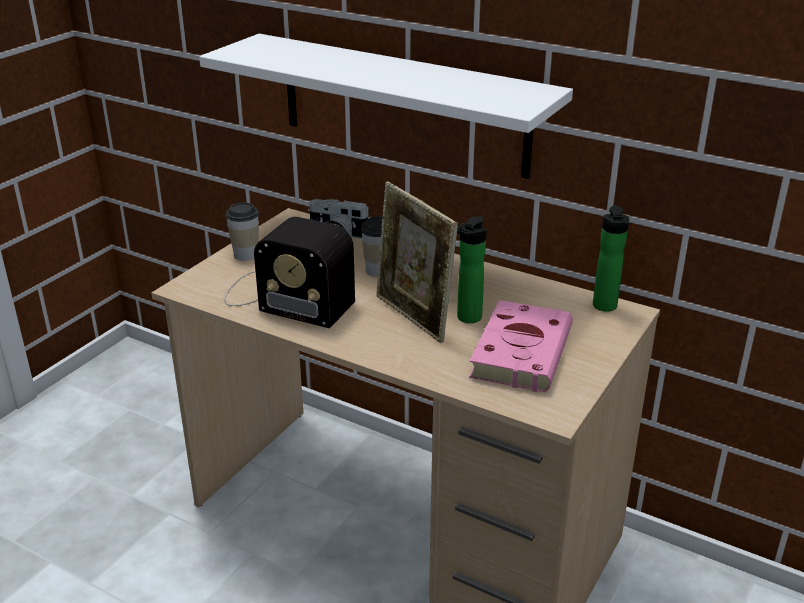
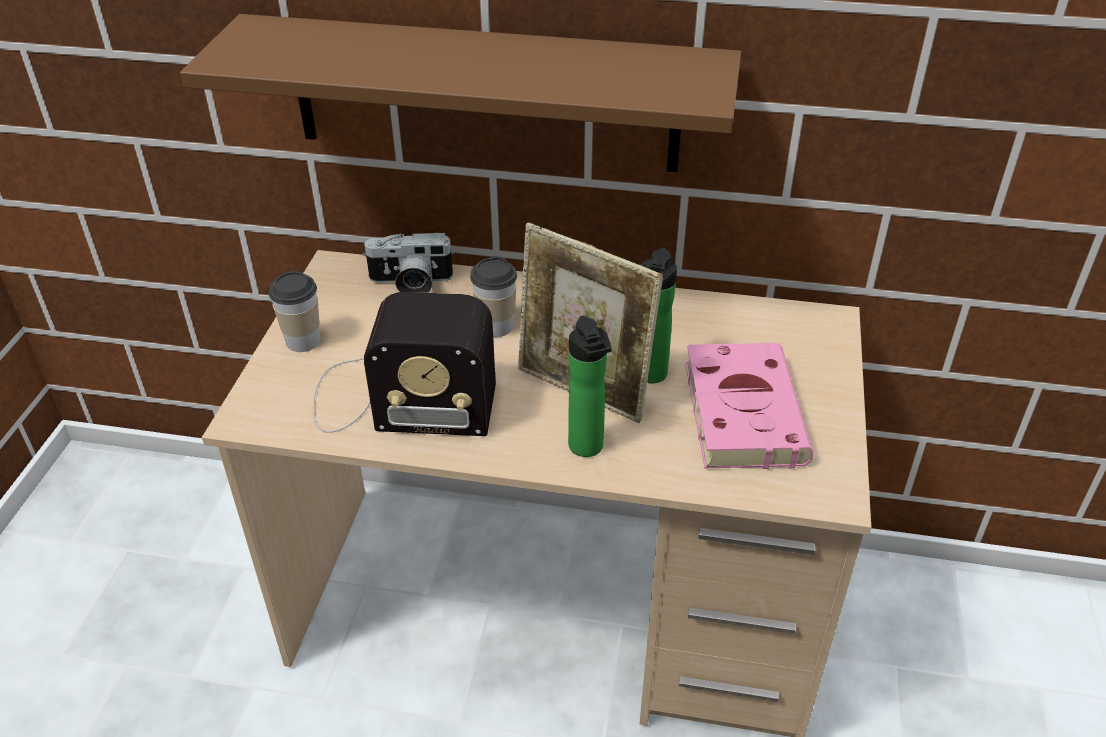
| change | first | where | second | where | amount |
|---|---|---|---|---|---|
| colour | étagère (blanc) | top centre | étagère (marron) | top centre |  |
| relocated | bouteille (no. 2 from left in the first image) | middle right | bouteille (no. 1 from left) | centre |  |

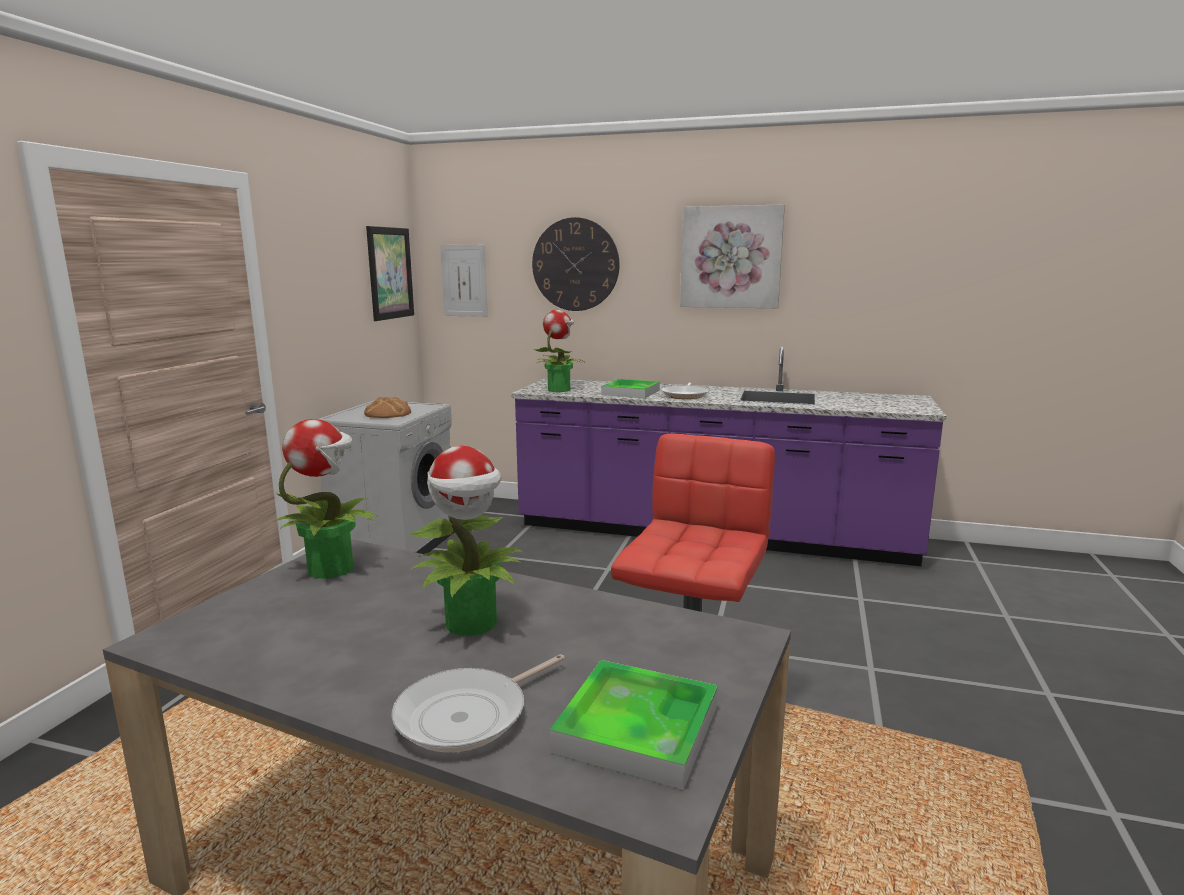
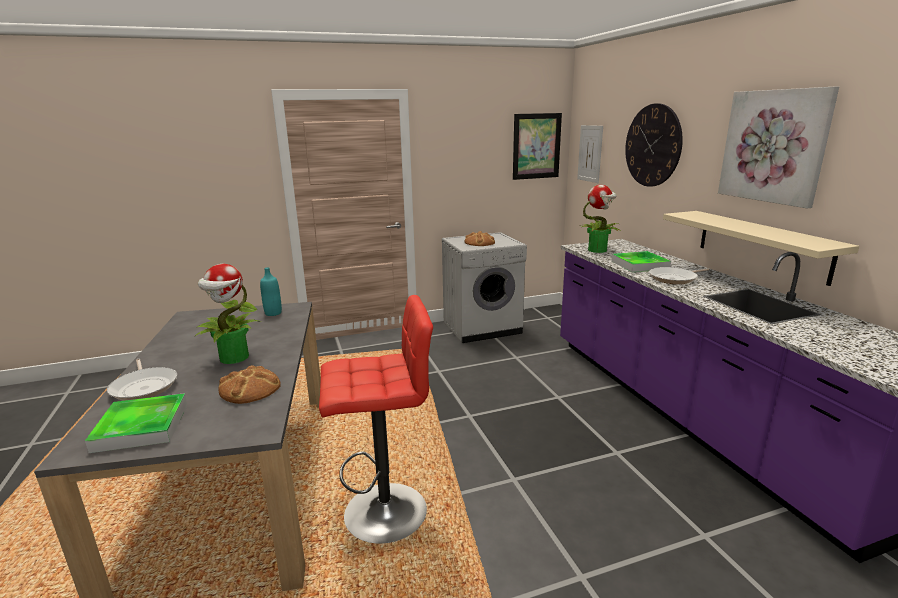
| change | first | where | second | where | amount |
|---|---|---|---|---|---|
| spun | poêle (no. 1 from left) | bottom centre |  | middle left | 135 degrees counterclockwise |
| appeared |  |  | pain (no. 1 from left) | middle left |  |
| exchanged | plante en pot (no. 1 from left) | middle left | bouteille (turquoise) | middle left |  |
| appeared |  |  | étagère (beige) | middle right |  |

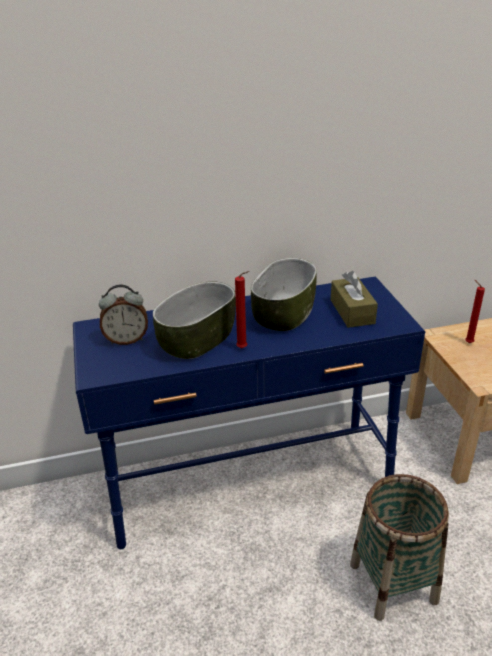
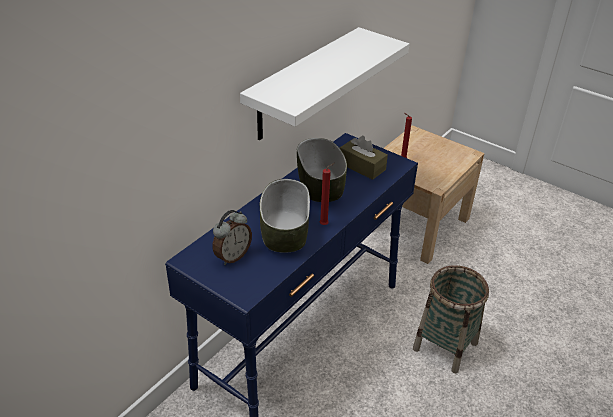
| change | first | where | second | where | amount |
|---|---|---|---|---|---|
| appeared |  |  | étagère (blanc) | top centre |  |

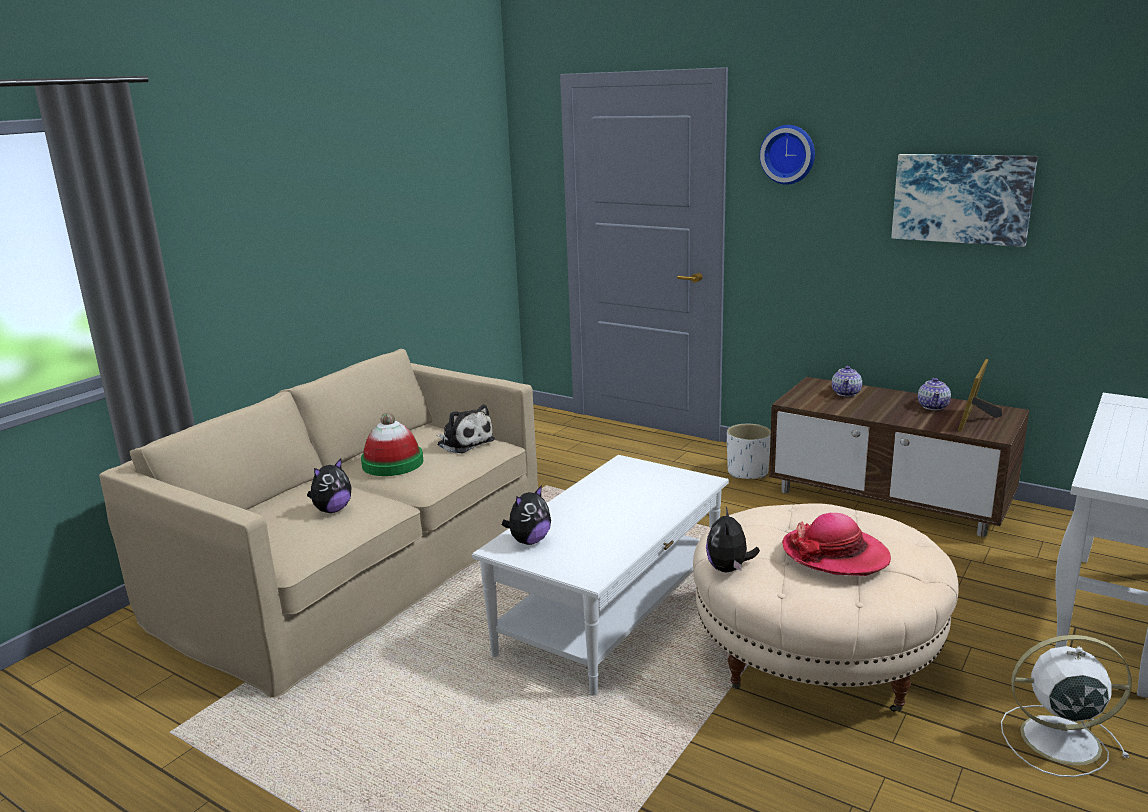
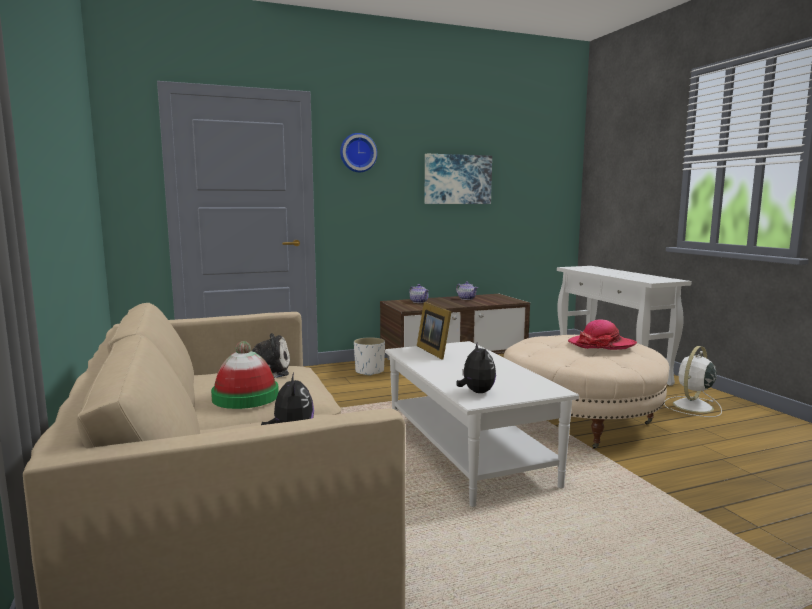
| change | first | where | second | where | amount |
|---|---|---|---|---|---|
| relocated | cadre photo | middle right |  | centre |  |
| missing | peluche (no. 4 from left) | centre |  |  |  |

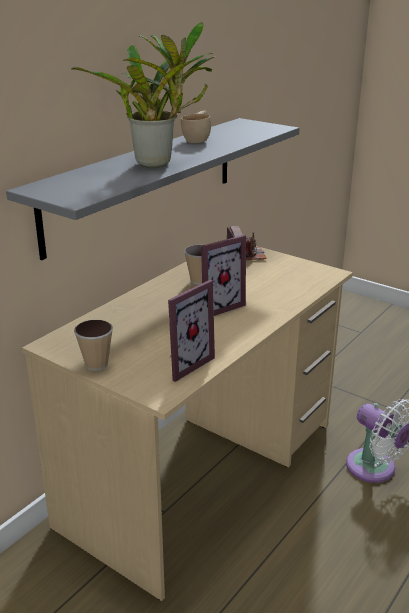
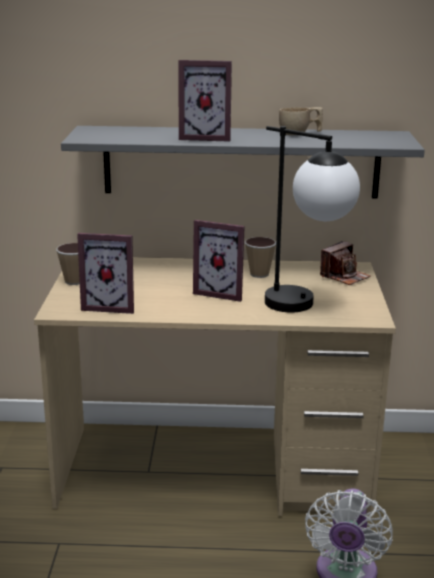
| change | first | where | second | where | amount |
|---|---|---|---|---|---|
| exchanged | plante en pot | top centre | cadre photo (no. 2 from left) | top centre |  |
| appeared |  |  | lampe de table | middle right |  |

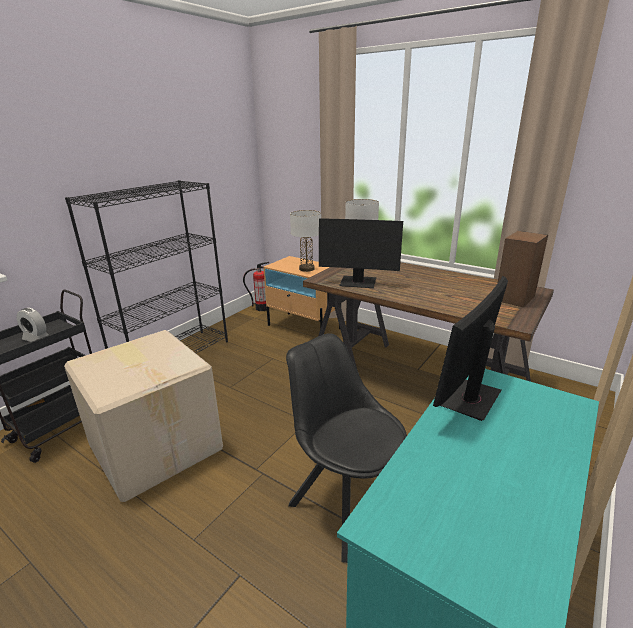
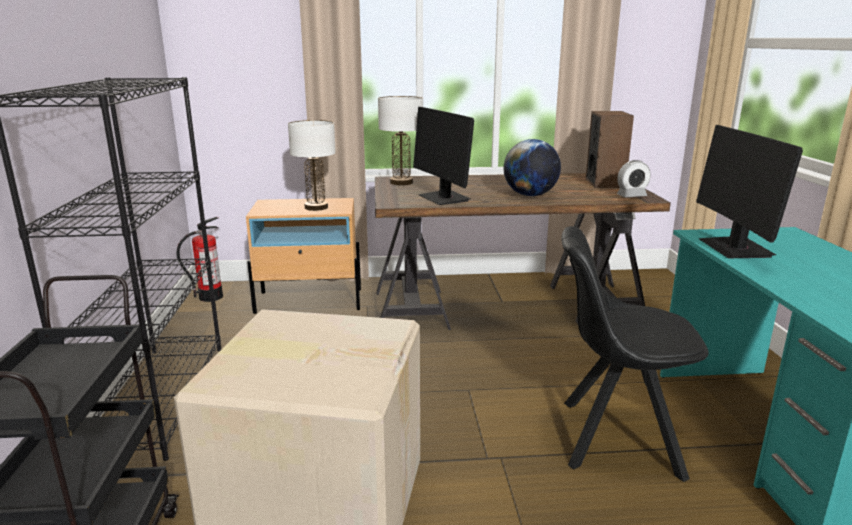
| change | first | where | second | where | amount |
|---|---|---|---|---|---|
| spun | écran d'ordinateur (no. 1 from left) | centre |  | top centre | 90 degrees clockwise |
| appeared |  |  | globe | top centre |  |
| relocated | réveil | middle left |  | middle right |  |

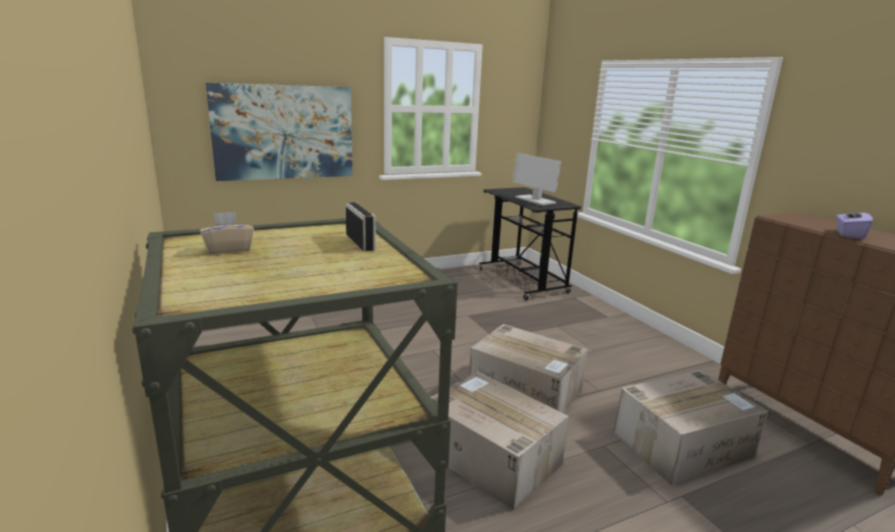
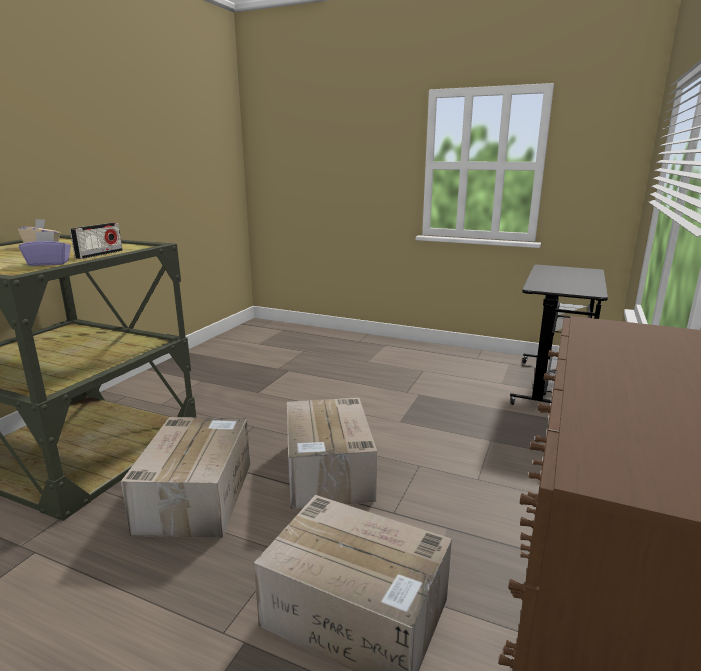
| change | first | where | second | where | amount |
|---|---|---|---|---|---|
| relocated | boîte à mouchoirs (violet) | middle right |  | middle left |  |
| missing | tableau | top left |  |  |  |
| missing | écran d'ordinateur | centre |  |  |  |

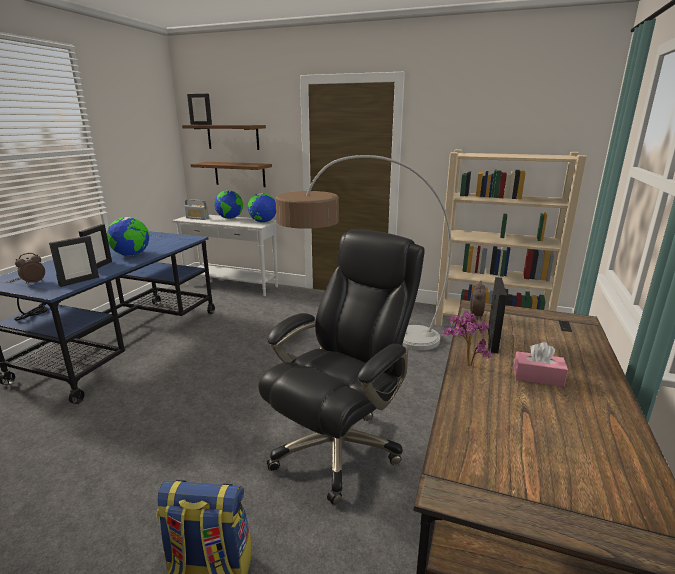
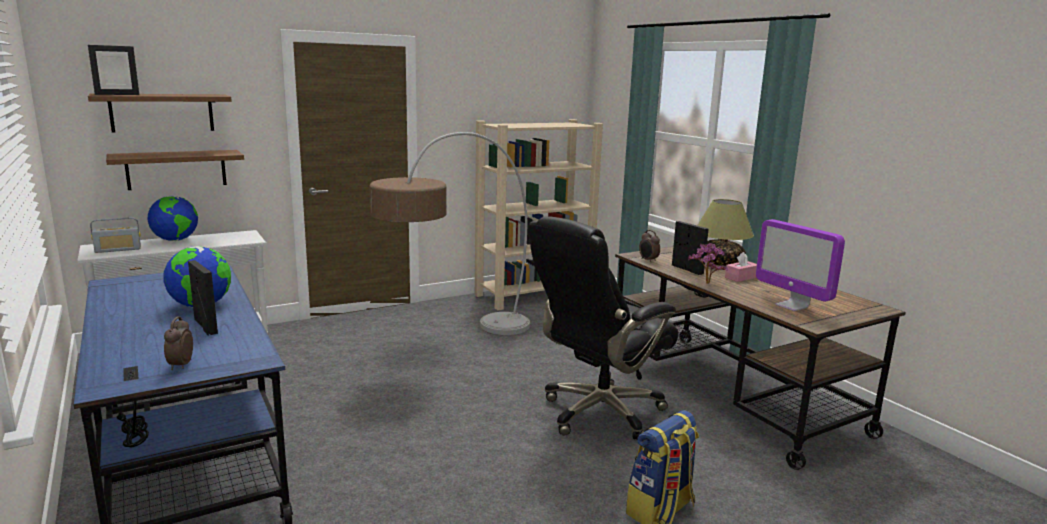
| change | first | where | second | where | amount |
|---|---|---|---|---|---|
| spun | chaise de bureau (noir) | centre |  | centre | 120 degrees counterclockwise |
| appeared |  |  | lampe de table | middle right |  |
| appeared |  |  | écran d'ordinateur | middle right |  |
| missing | cadre photo (no. 1 from left) | middle left |  |  |  |
| missing | globe (no. 3 from left) | centre |  |  |  |

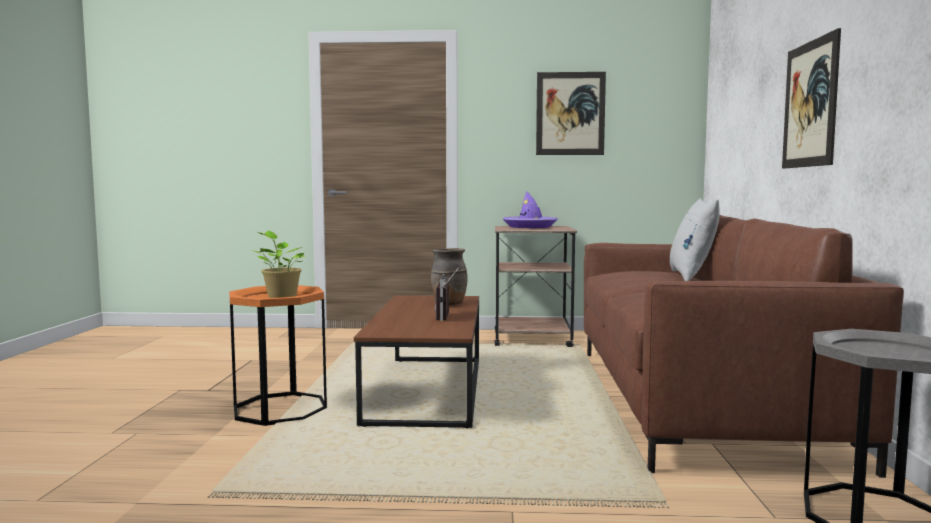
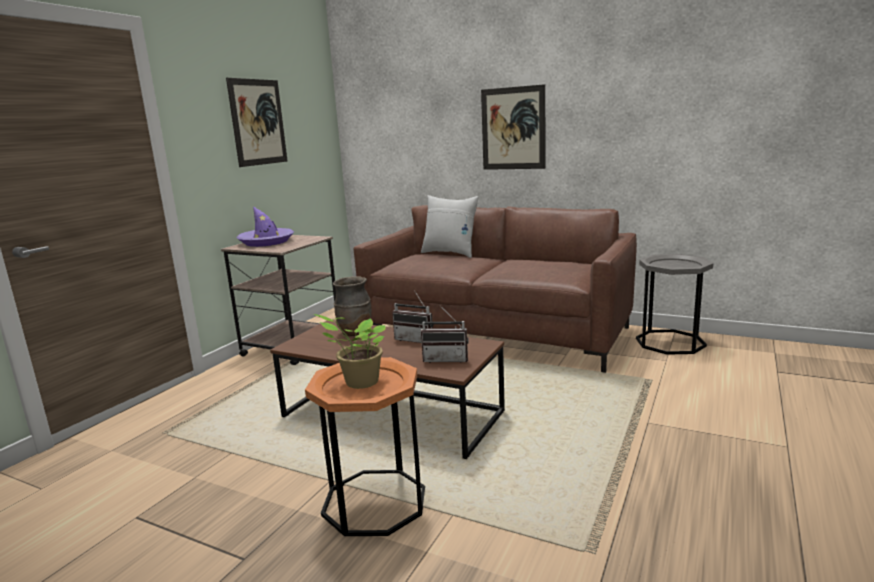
| change | first | where | second | where | amount |
|---|---|---|---|---|---|
| appeared |  |  | radio (no. 2 from left) | centre |  |

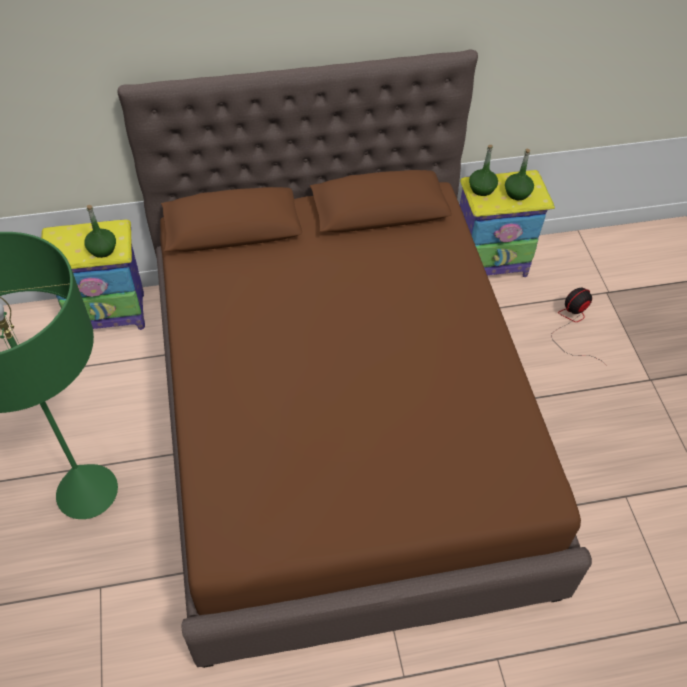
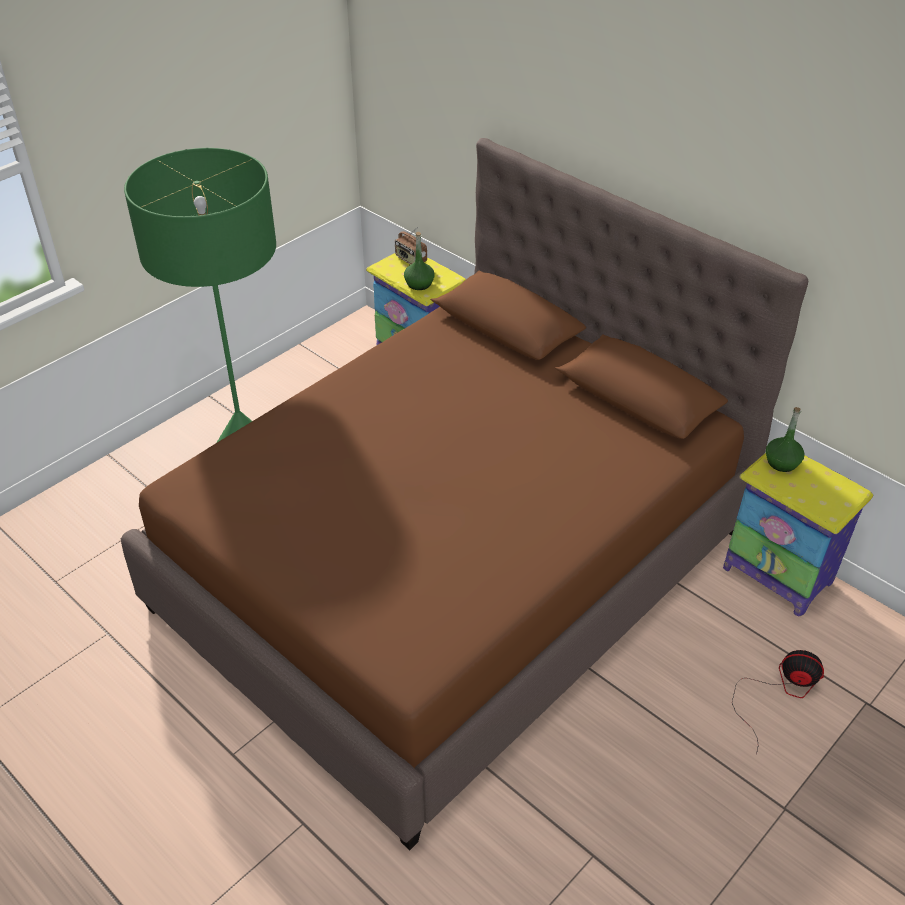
| change | first | where | second | where | amount |
|---|---|---|---|---|---|
| appeared |  |  | radio | top centre |  |
| missing | bouteille (vert) (no. 3 from left) | top right |  |  |  |

